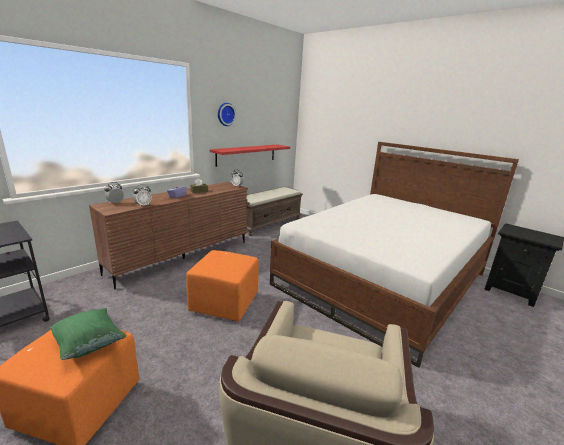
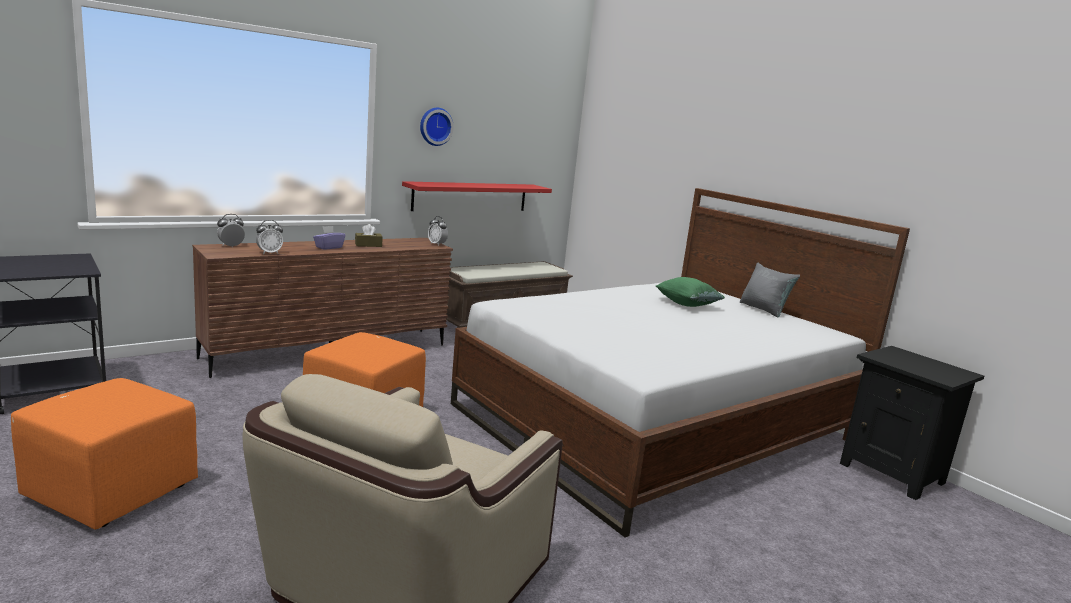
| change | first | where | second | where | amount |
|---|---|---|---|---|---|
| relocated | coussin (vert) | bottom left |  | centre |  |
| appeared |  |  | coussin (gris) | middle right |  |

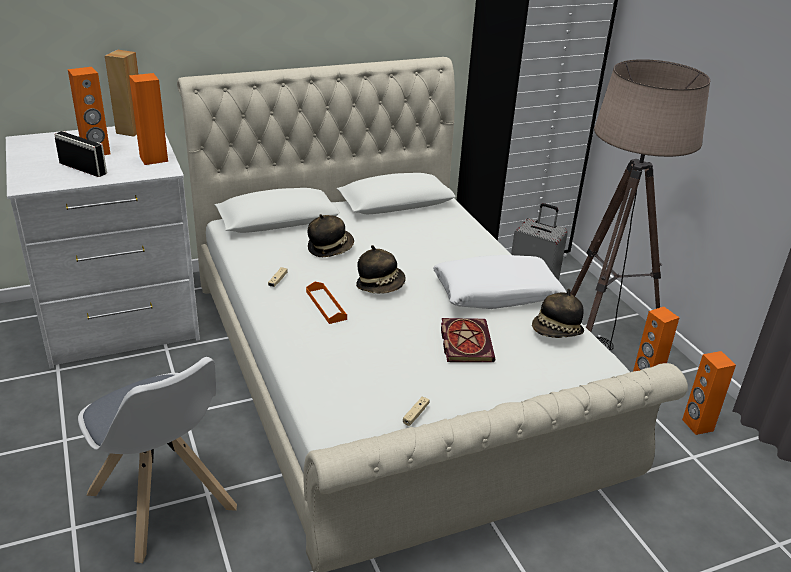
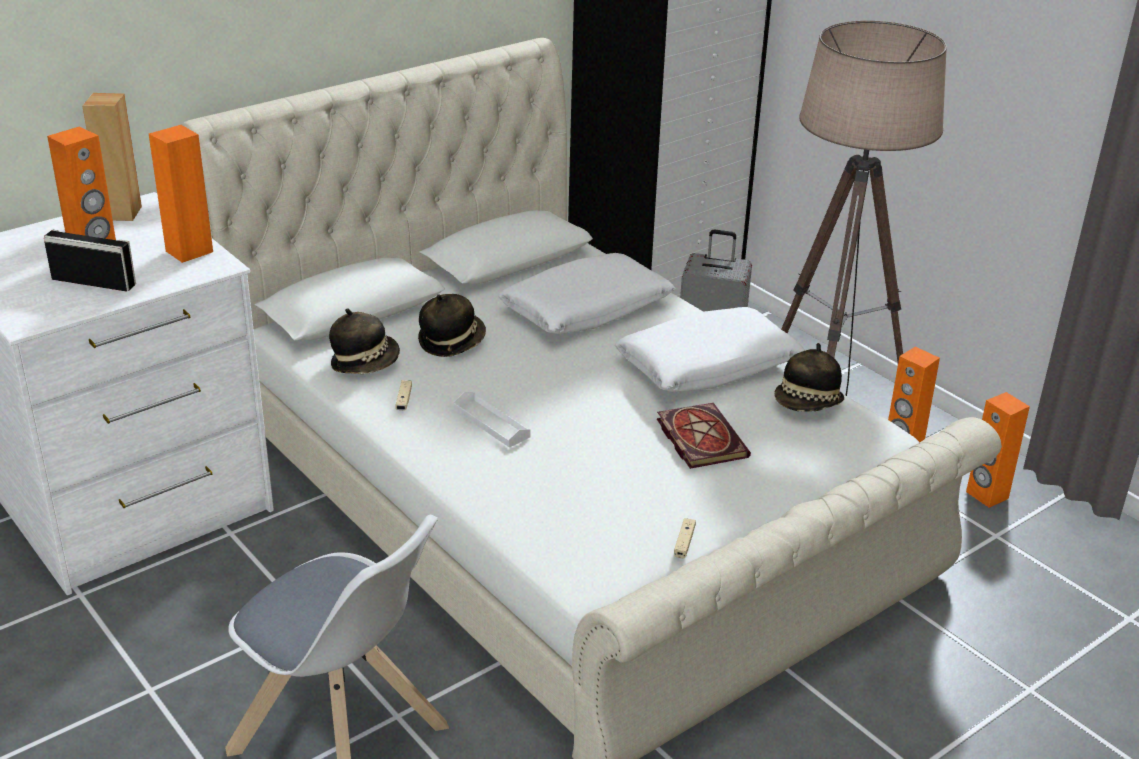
| change | first | where | second | where | amount |
|---|---|---|---|---|---|
| relocated | chapeau (no. 2 from left in the first image) | centre | chapeau (no. 1 from left) | middle left |  |
| colour | plateau (orange) | centre | plateau (blanc) | centre |  |
| appeared |  |  | coussin (blanc) (no. 1 from left) | centre |  |

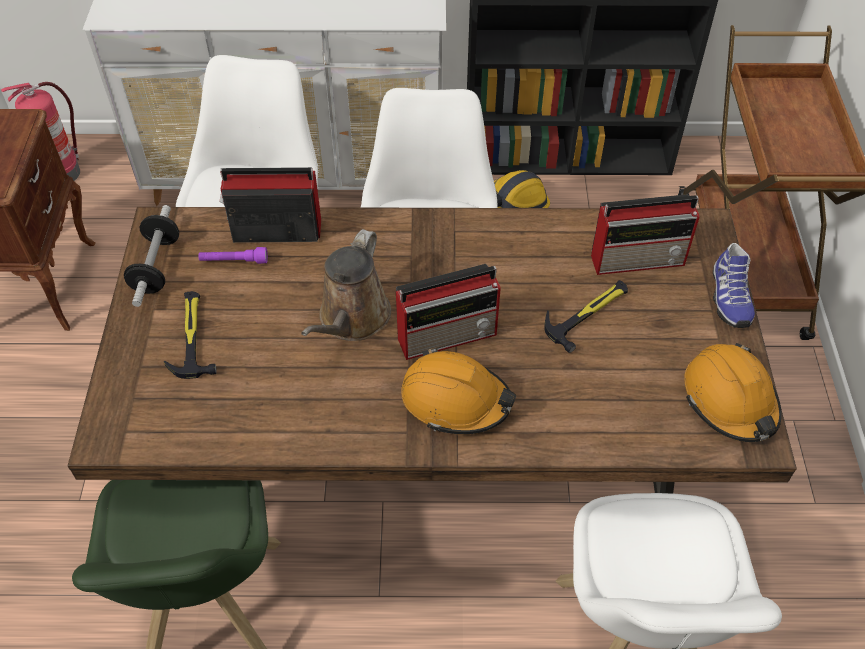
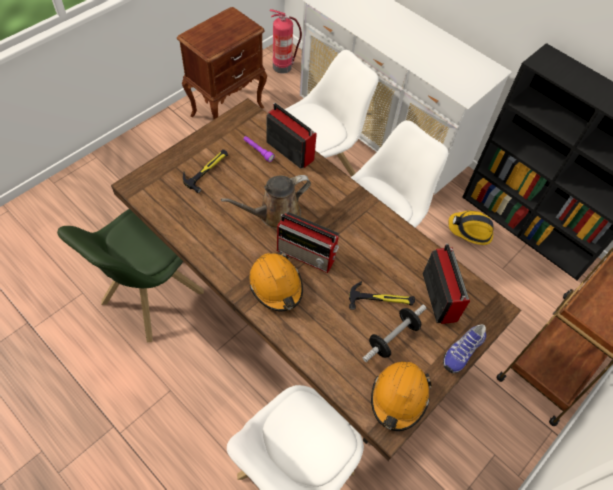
| change | first | where | second | where | amount |
|---|---|---|---|---|---|
| relocated | haltère | middle left |  | bottom centre |  |
| spun | radio (no. 3 from left) | middle right |  | middle right | 135 degrees counterclockwise |

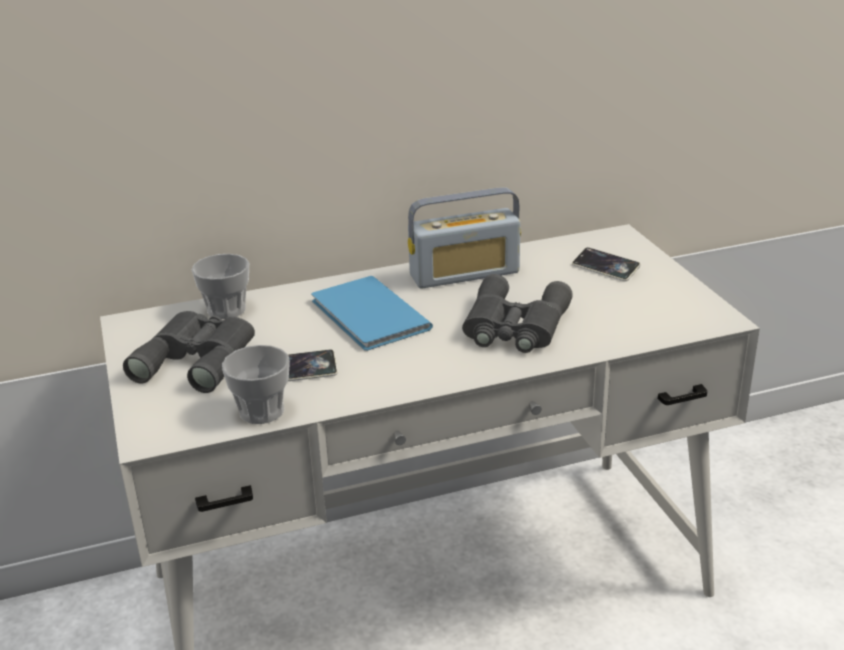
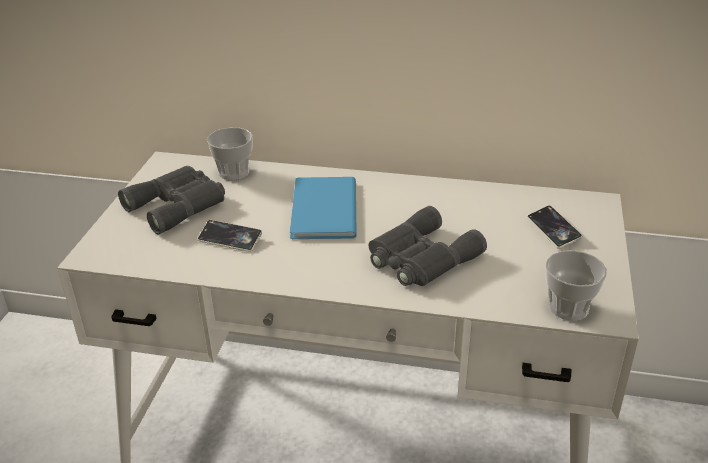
| change | first | where | second | where | amount |
|---|---|---|---|---|---|
| relocated | tasse (no. 2 from left) | middle left |  | middle right |  |
| missing | radio | centre |  |  |  |

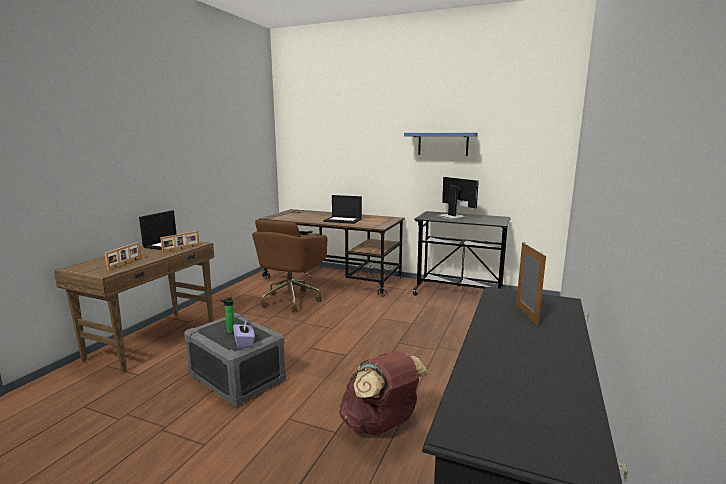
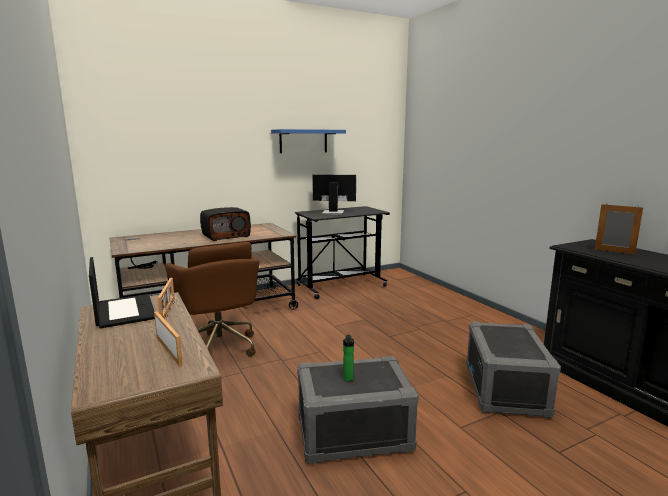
| change | first | where | second | where | amount |
|---|---|---|---|---|---|
| exchanged | ordinateur portable (no. 2 from left) | centre | radio | centre |  |
| exchanged | sac à dos (marron) | bottom centre | boîte de rangement (gris) (no. 2 from left) | bottom right |  |
| missing | boîte à mouchoirs (violet) | bottom centre |  |  |  |

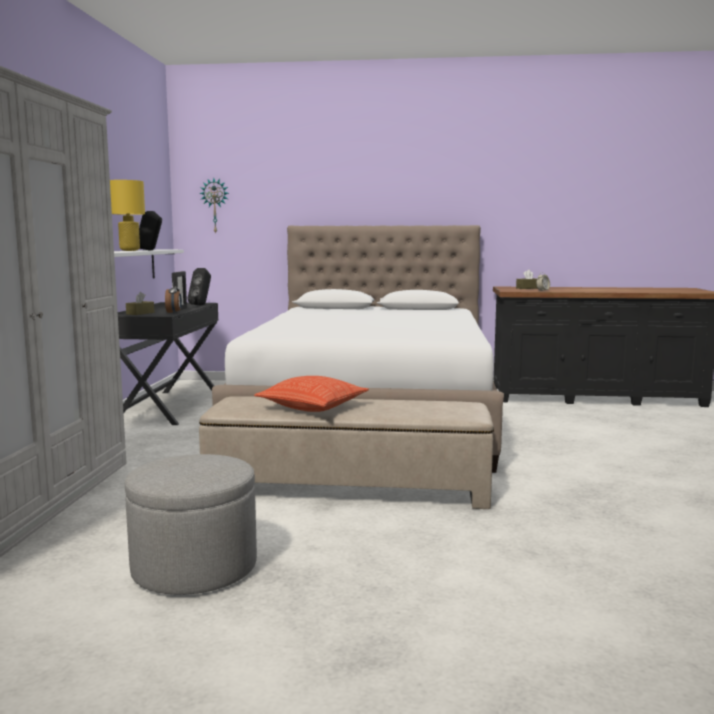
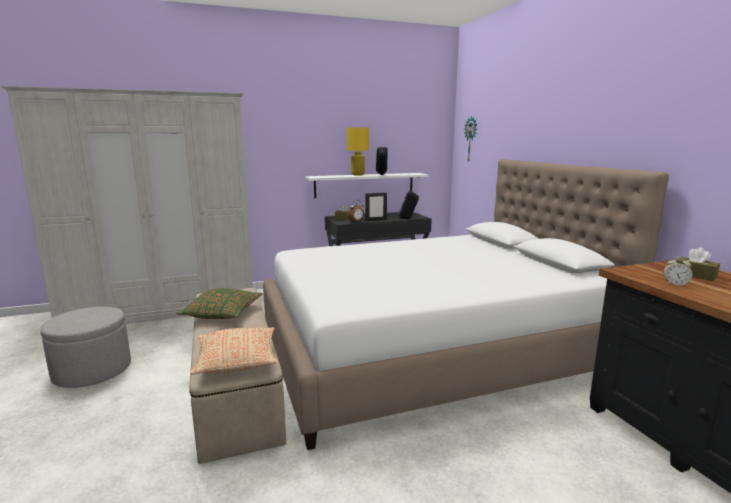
| change | first | where | second | where | amount |
|---|---|---|---|---|---|
| colour | coussin (orange) | centre | coussin (vert) | middle left |  |
| appeared |  |  | coussin (beige) | bottom left |  |

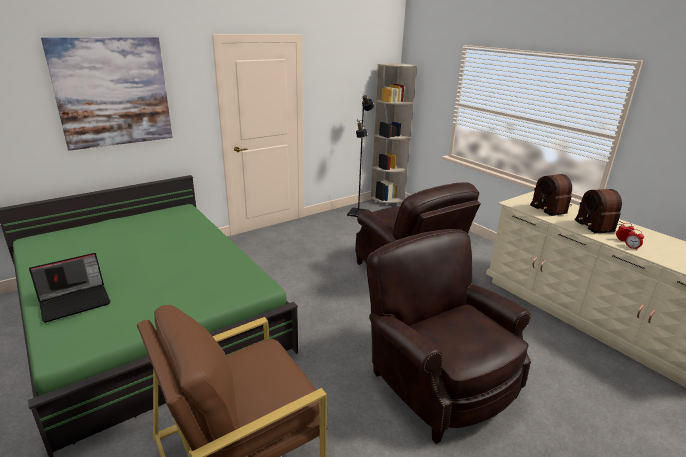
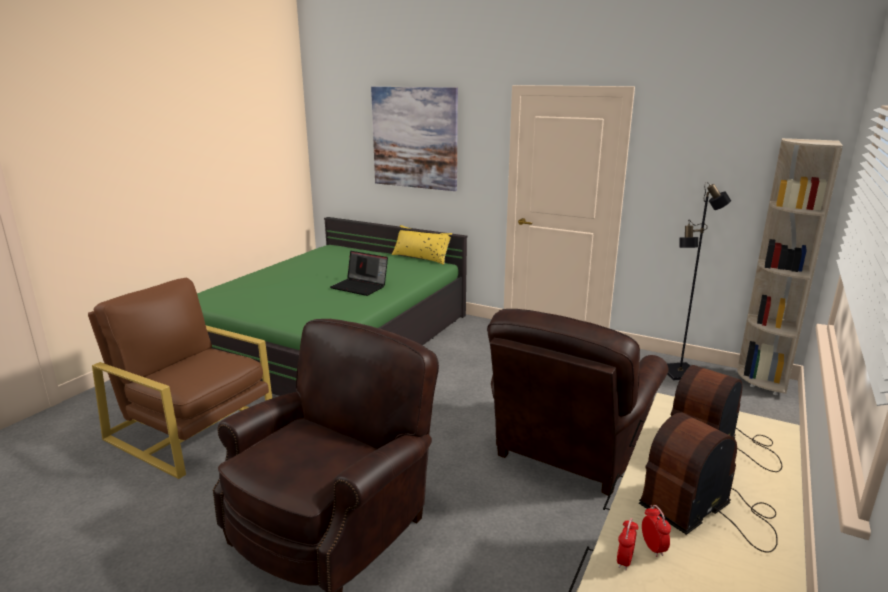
| change | first | where | second | where | amount |
|---|---|---|---|---|---|
| relocated | ordinateur portable | middle left |  | centre |  |
| appeared |  |  | coussin (jaune) | centre |  |

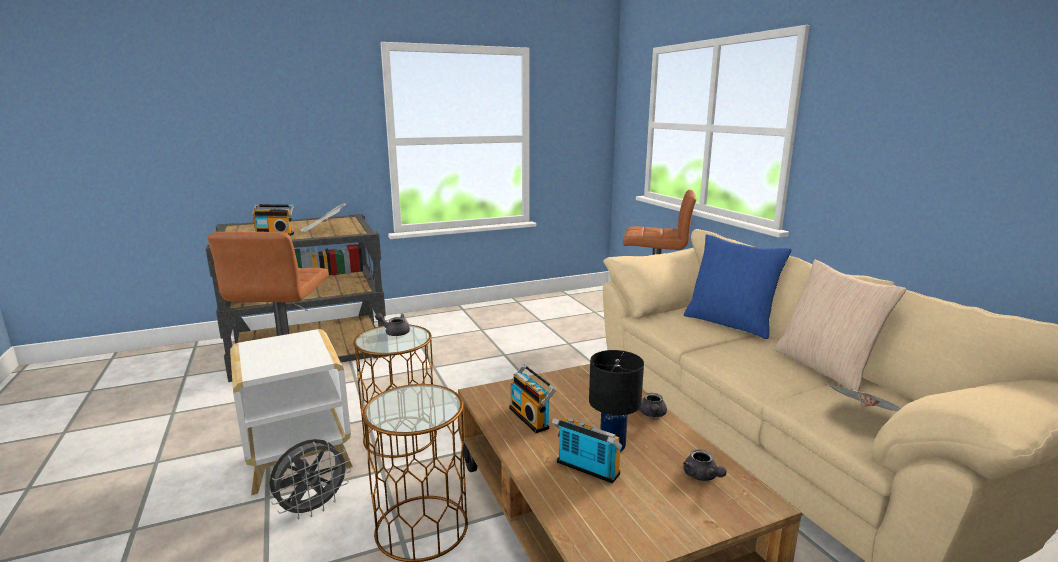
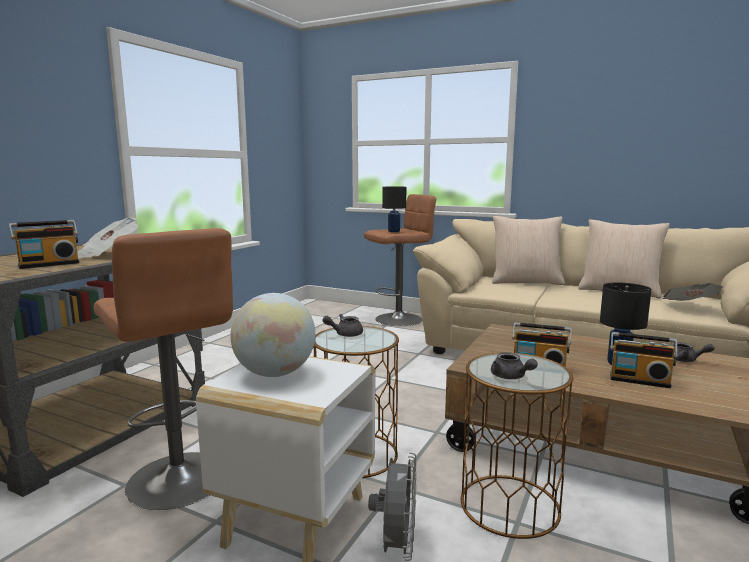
| change | first | where | second | where | amount |
|---|---|---|---|---|---|
| appeared |  |  | globe | centre |  |
| appeared |  |  | lampe de table (noir) (no. 1 from left) | centre |  |
| relocated | théière (gris) (no. 2 from left) | bottom centre |  | middle right |  |
| colour | coussin (bleu) | middle right | coussin (beige) (no. 1 from left) | middle right |  |
| spun | radio (no. 3 from left) | bottom centre |  | middle right | 150 degrees counterclockwise |

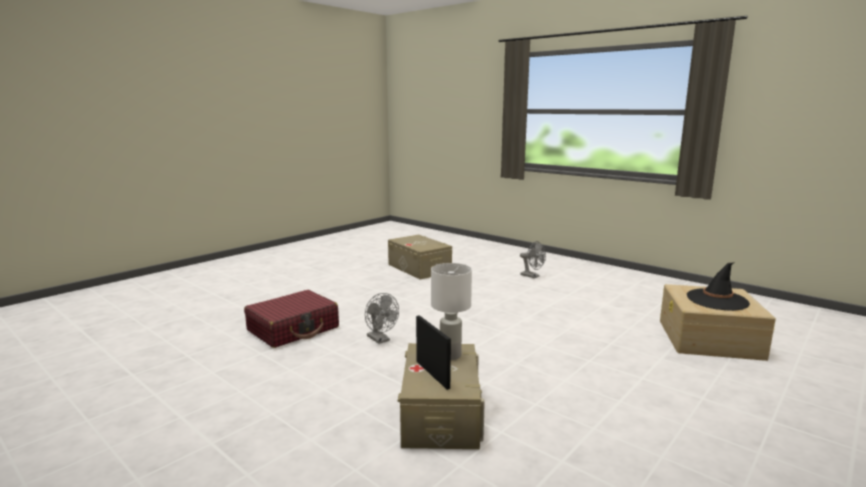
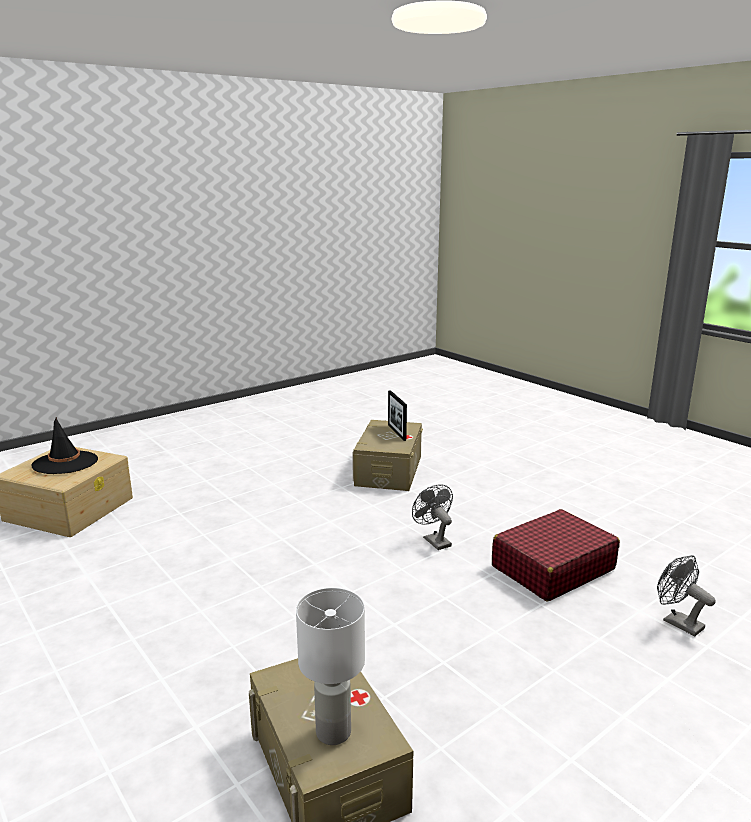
| change | first | where | second | where | amount |
|---|---|---|---|---|---|
| relocated | lampe de table (blanc) | centre |  | bottom centre |  |
| relocated | ventilateur (gris) (no. 2 from left) | centre |  | bottom right |  |

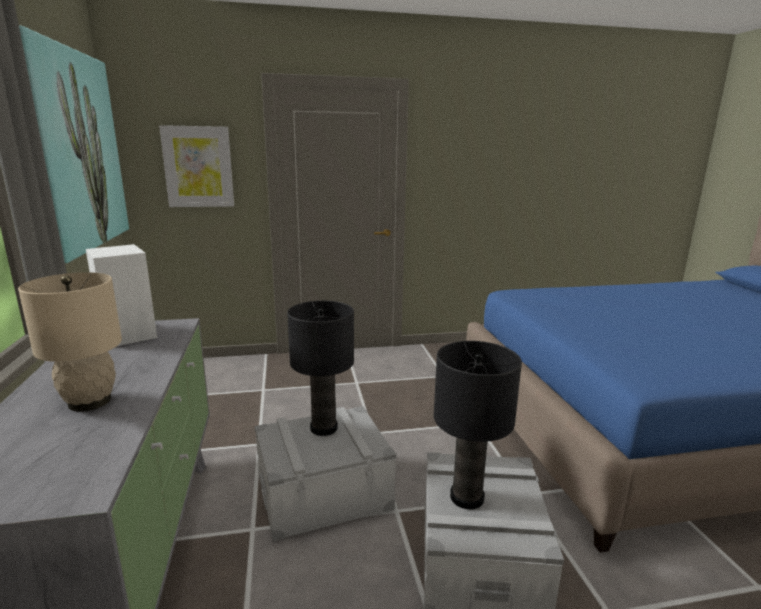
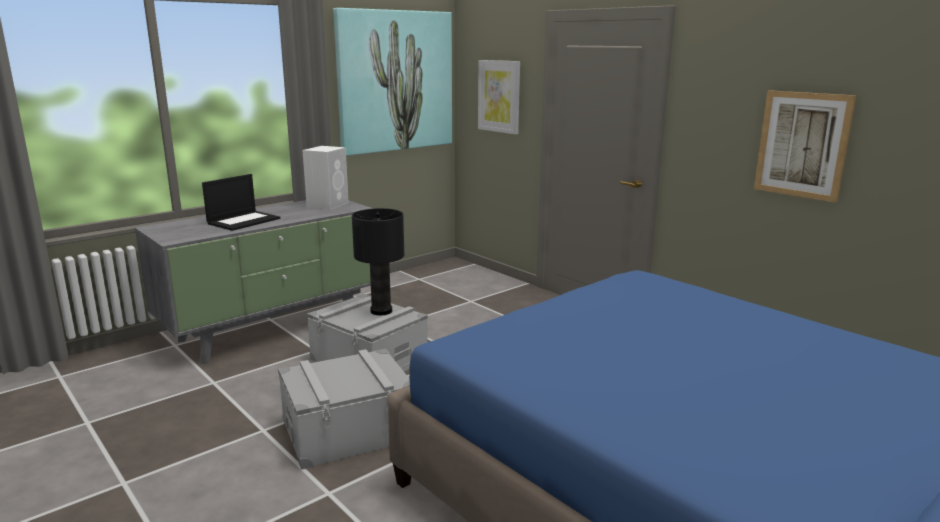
| change | first | where | second | where | amount |
|---|---|---|---|---|---|
| exchanged | lampe de table (beige) | middle left | ordinateur portable | middle left |  |
| appeared |  |  | tableau (no. 3 from left) | top right |  |
| missing | lampe de table (noir) (no. 2 from left) | bottom centre |  |  |  |

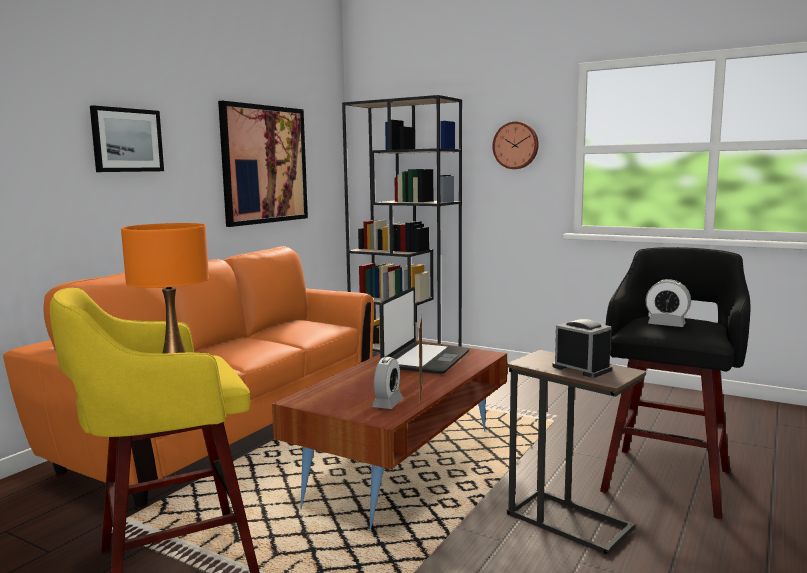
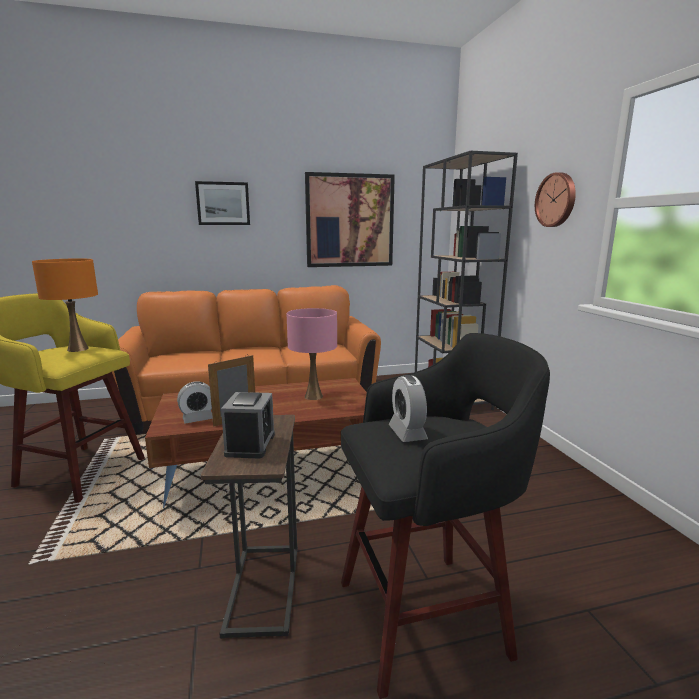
| change | first | where | second | where | amount |
|---|---|---|---|---|---|
| exchanged | ordinateur portable | centre | lampe de table (rose) | centre |  |

